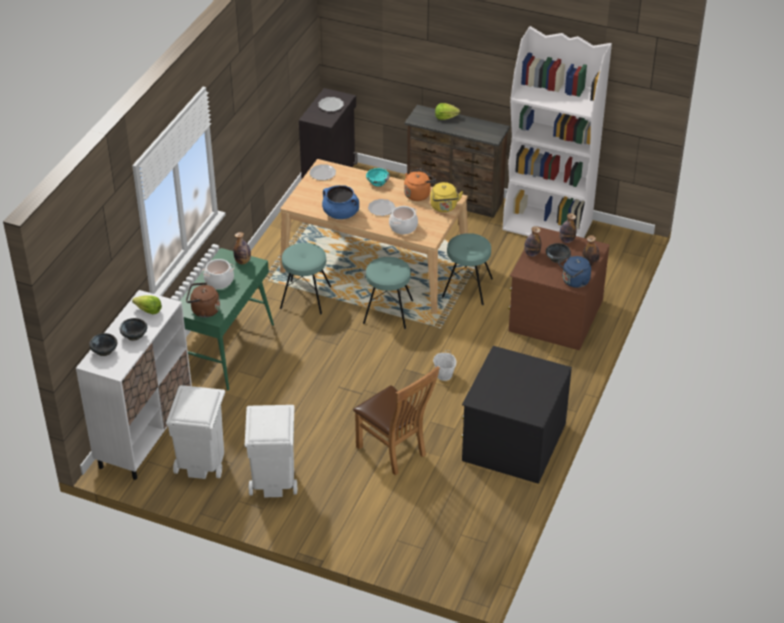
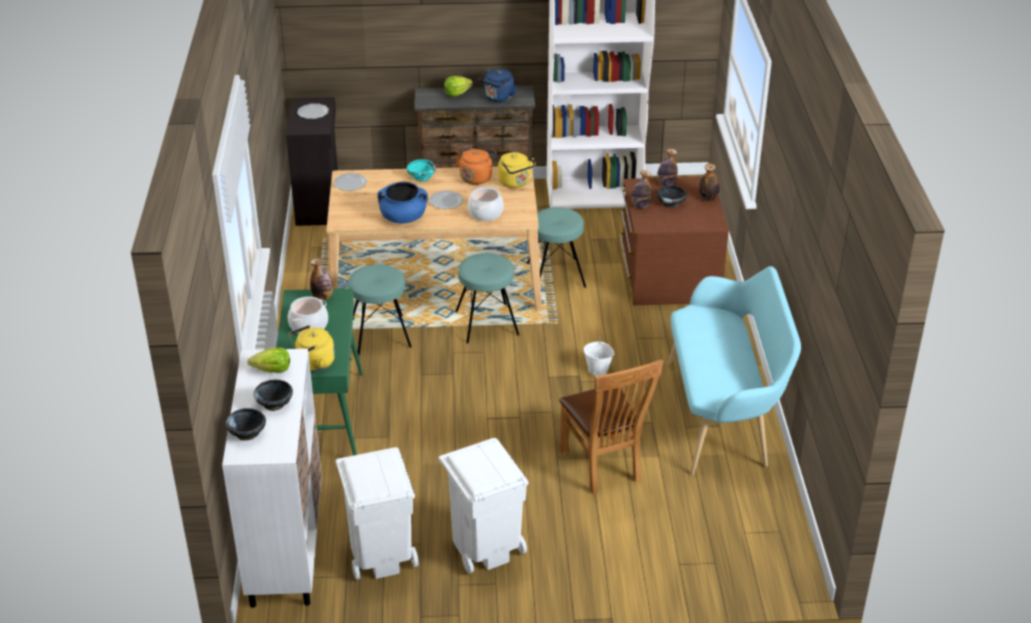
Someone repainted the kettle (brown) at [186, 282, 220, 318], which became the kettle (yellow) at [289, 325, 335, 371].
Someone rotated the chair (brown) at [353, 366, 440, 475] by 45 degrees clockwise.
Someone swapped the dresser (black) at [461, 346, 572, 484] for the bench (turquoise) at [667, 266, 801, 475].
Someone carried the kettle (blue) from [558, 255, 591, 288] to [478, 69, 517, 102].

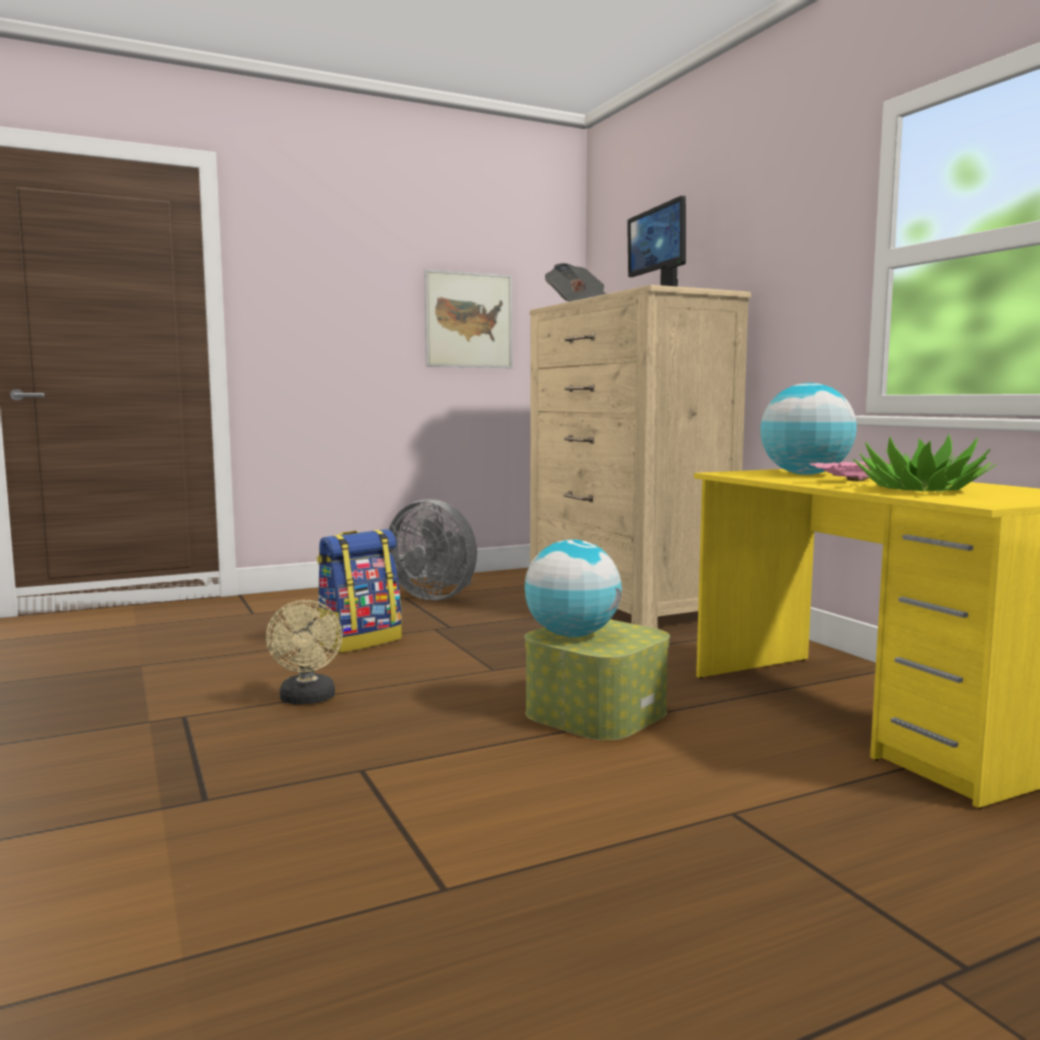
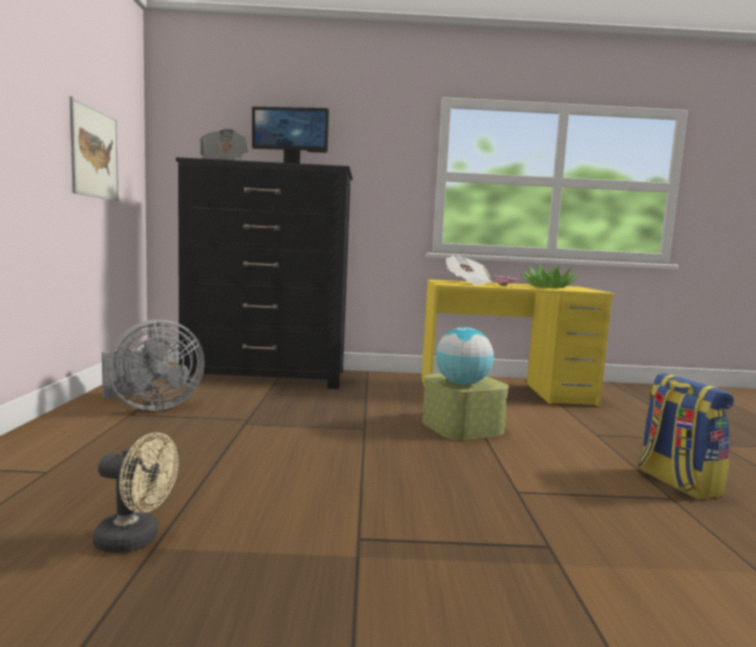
Someone carried the fan (beige) from [266, 600, 343, 705] to [93, 432, 179, 553].
Someone carried the backpack from [317, 529, 402, 653] to [638, 373, 734, 499].
Someone repainted the dresser (beige) at [529, 285, 751, 629], which became the dresser (black) at [176, 157, 353, 389].
Someone swapped the globe at [760, 383, 857, 475] for the newspaper at [445, 255, 492, 285].

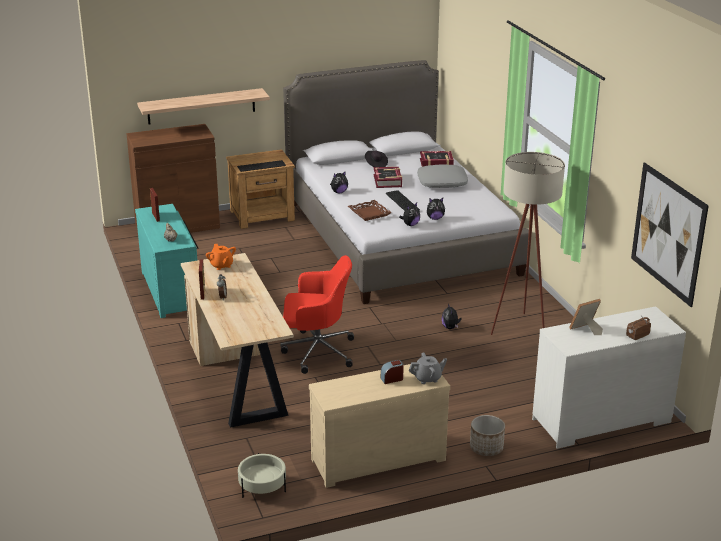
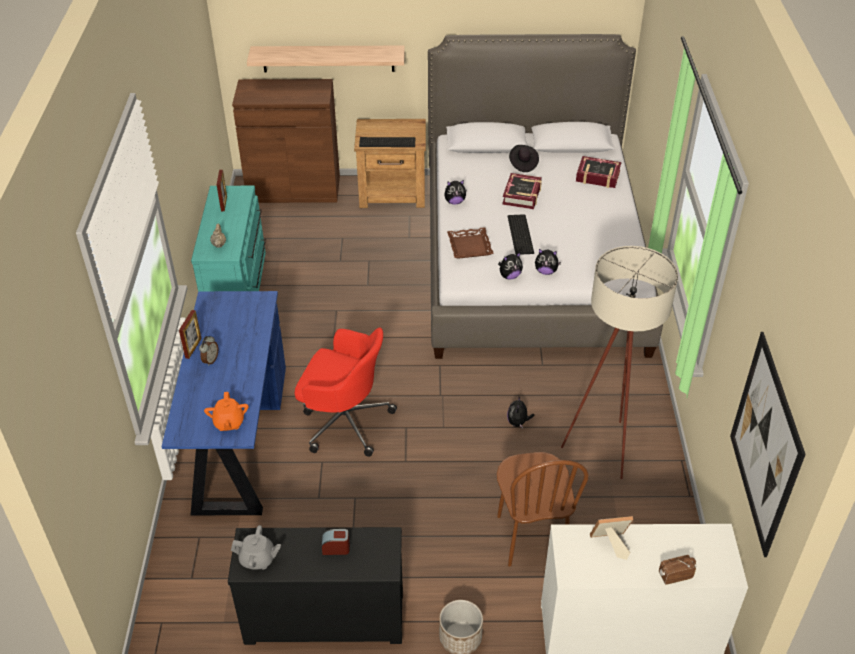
Someone repainted the desk (beige) at [181, 253, 294, 428], which became the desk (blue) at [161, 291, 286, 515].
Someone carried the teapot (orange) from [206, 244, 236, 270] to [204, 392, 248, 431].
Someone took away the planter (beige) at [238, 453, 286, 498].
Someone repainted the dresser (beige) at [309, 364, 450, 488], which became the dresser (black) at [228, 527, 403, 645].
Someone carried the teapot (grey) from [409, 352, 447, 384] to [231, 525, 281, 570].
Someone took away the pillow (grey) at [417, 164, 468, 188].
Someone put down the chair (brown) at [497, 452, 588, 567].

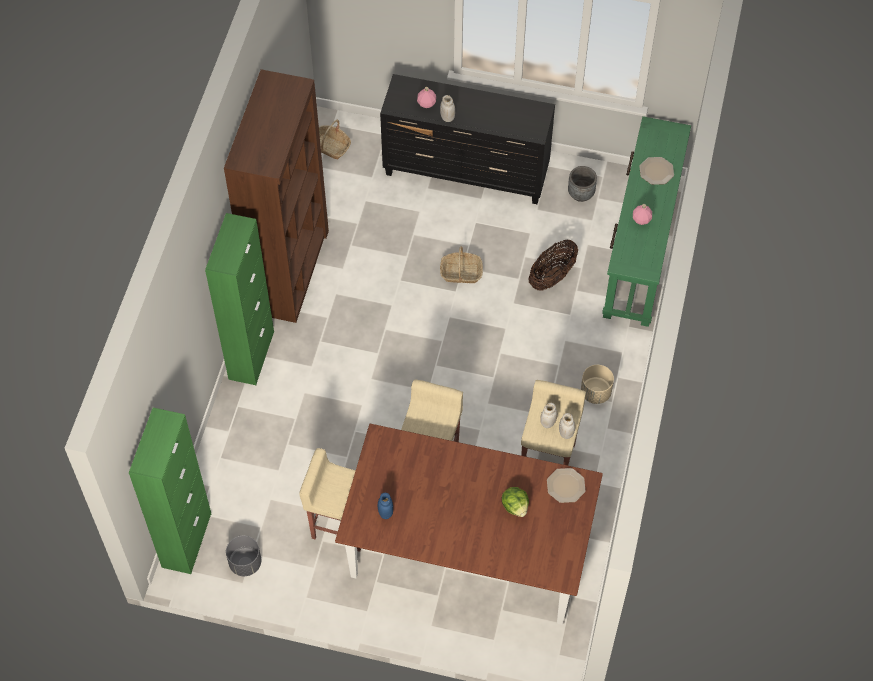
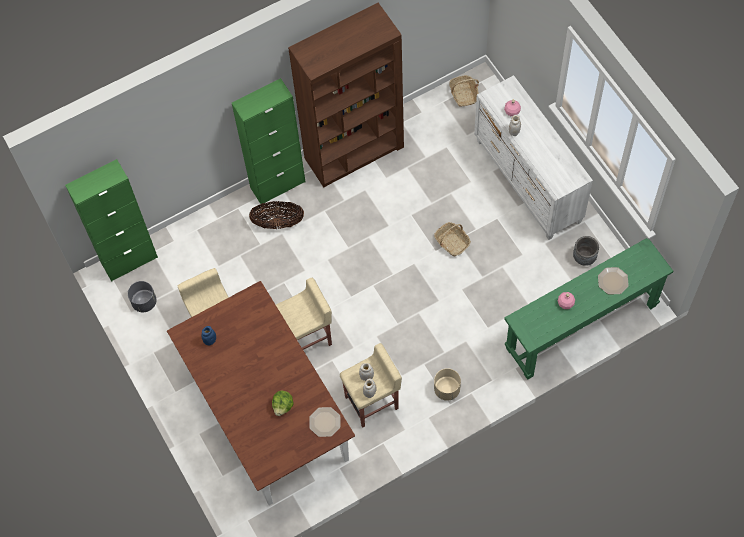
Someone repainted the dresser (black) at [380, 74, 555, 204], which became the dresser (white) at [474, 75, 593, 240].
Someone carried the basket from [528, 240, 578, 291] to [249, 201, 304, 229].

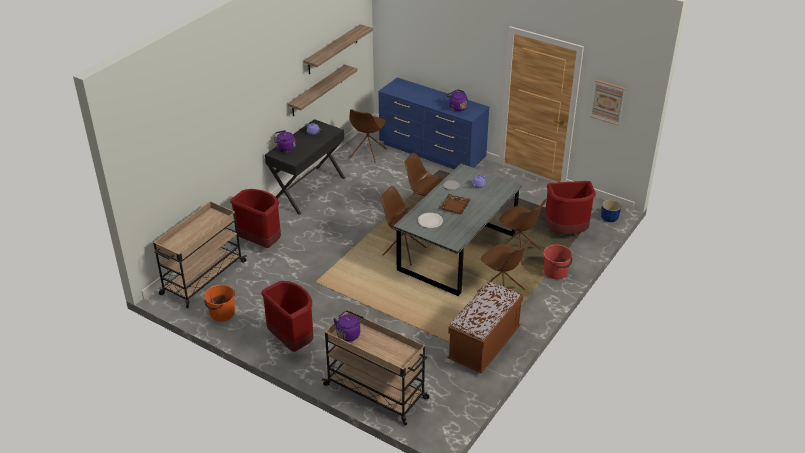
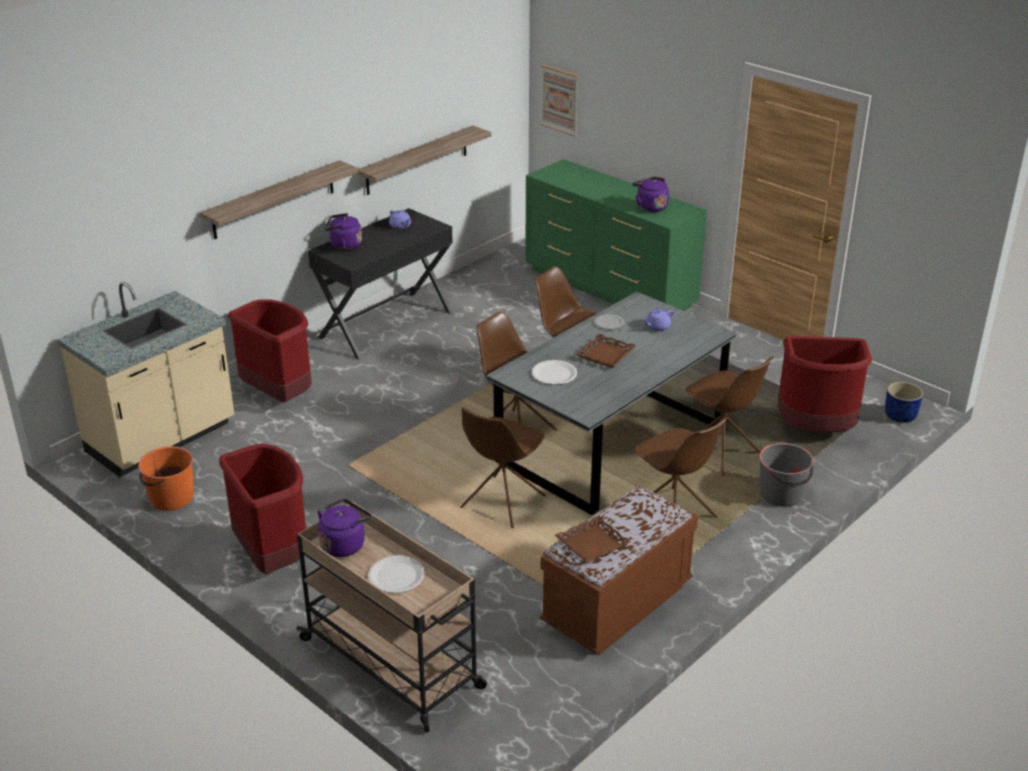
Someone swapped the cart (beige) at [153, 201, 247, 308] for the counter (beige) at [57, 282, 234, 477].
Someone carried the shelf from [304, 24, 373, 74] to [200, 160, 359, 239].
Someone carried the chair (brown) from [350, 109, 387, 163] to [460, 407, 546, 528].
Someone repainted the dresser (blue) at [379, 77, 489, 169], which became the dresser (green) at [525, 159, 707, 311].
Someone repainted the bucket (red) at [543, 244, 572, 279], which became the bucket (grey) at [759, 443, 814, 507].
Someone carried the picture from [590, 80, 625, 126] to [540, 65, 579, 136].
Someone put down the plate (white) at [368, 555, 425, 593].
Someone put down the tray (brown) at [555, 515, 631, 563].

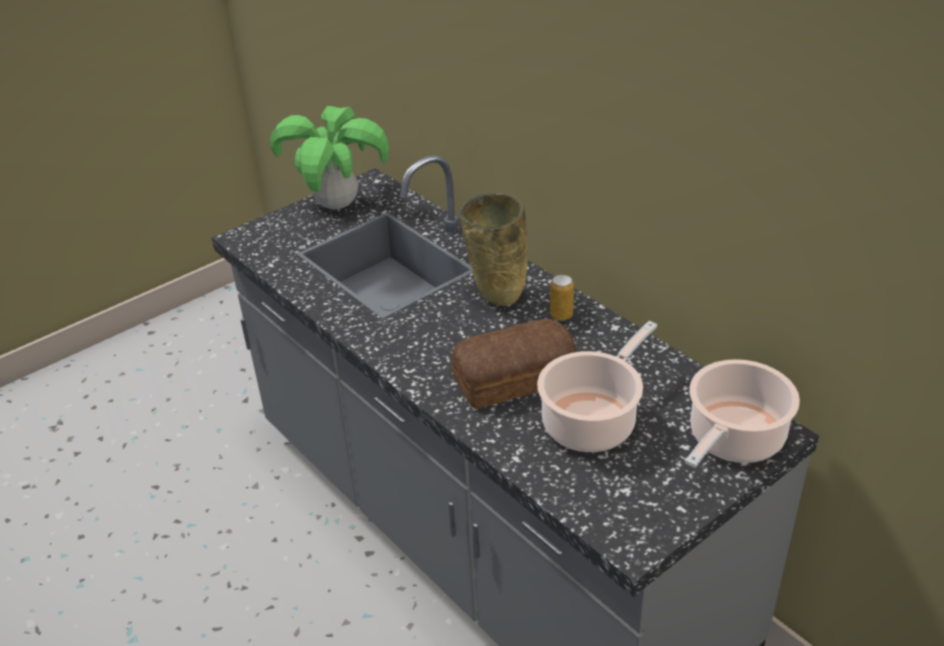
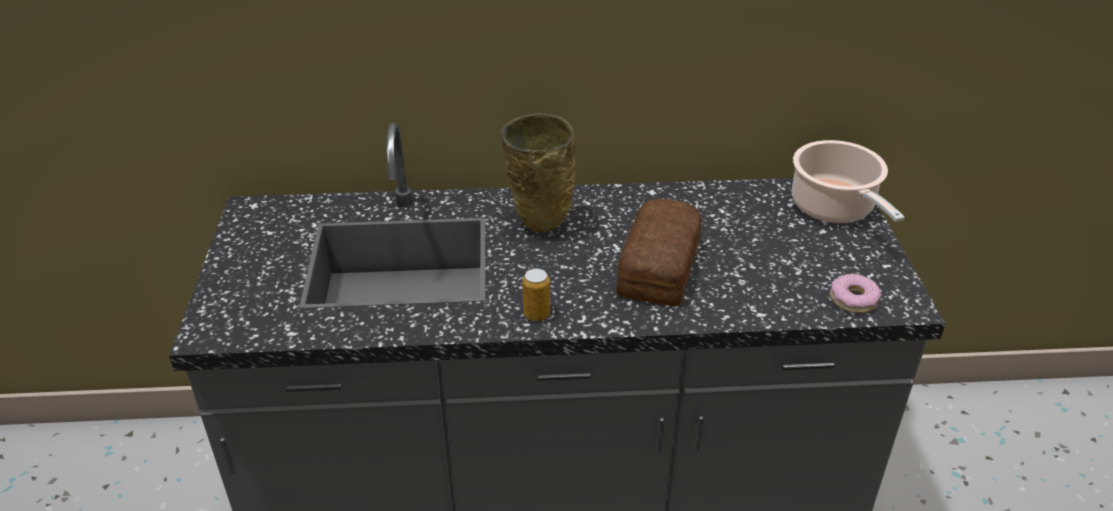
Someone took away the potted plant at [270, 106, 389, 209].
Someone took away the cooking pot at [537, 321, 657, 452].
Someone carried the can from [550, 275, 574, 321] to [522, 268, 550, 321].
Someone put down the donut at [830, 274, 881, 313].

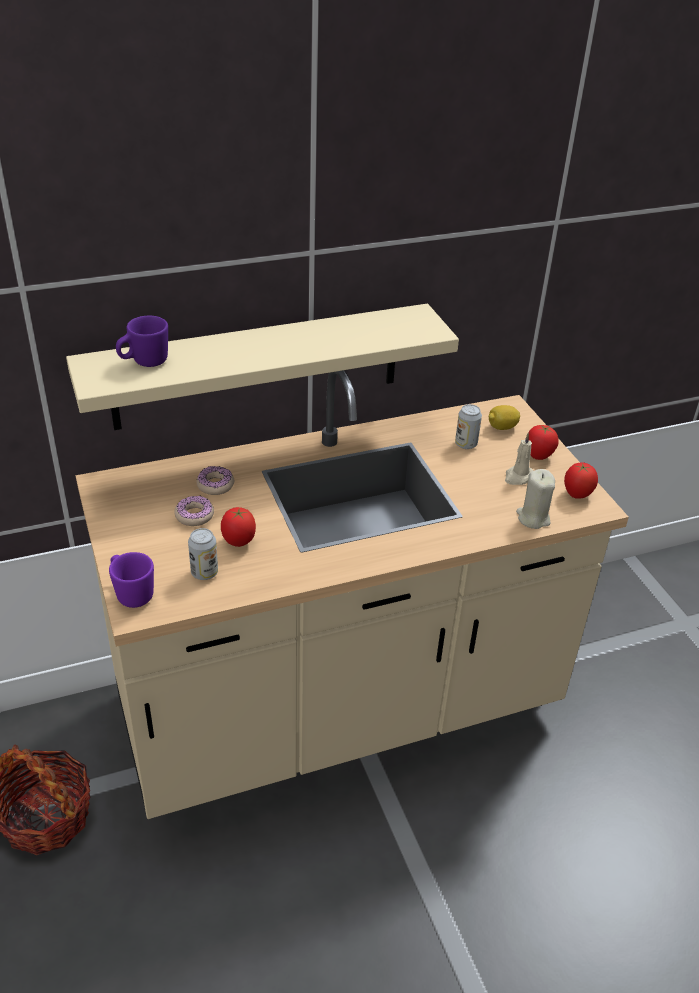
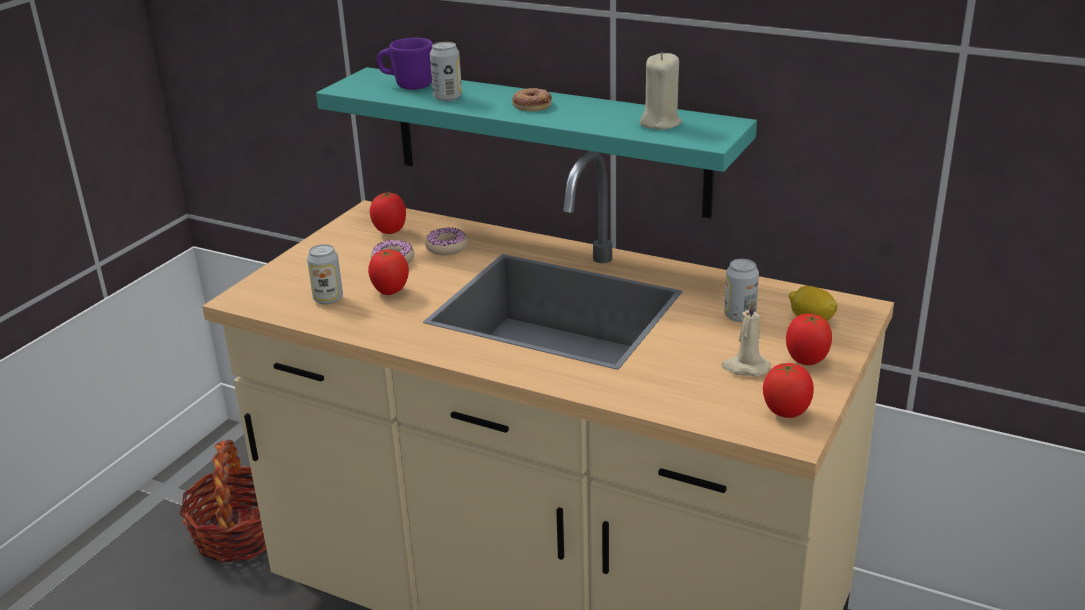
Someone repainted the shelf (beige) at [66, 304, 459, 430], which became the shelf (turquoise) at [316, 67, 757, 219].
Someone took away the mug (purple) at [109, 552, 154, 608].
Someone carried the candle (beige) from [516, 469, 555, 529] to [639, 52, 682, 130].
Someone put down the tomato at [370, 192, 406, 234].
Someone put down the can at [430, 42, 462, 101].
Someone put down the donut at [512, 88, 552, 111].

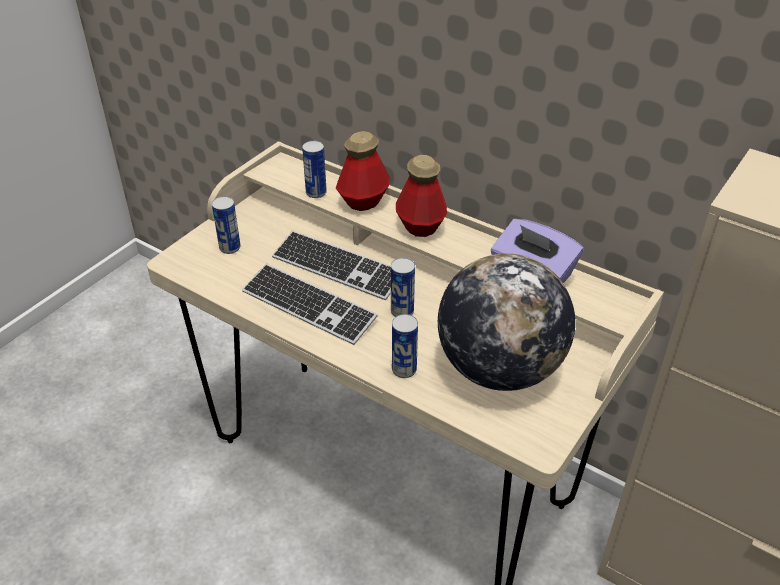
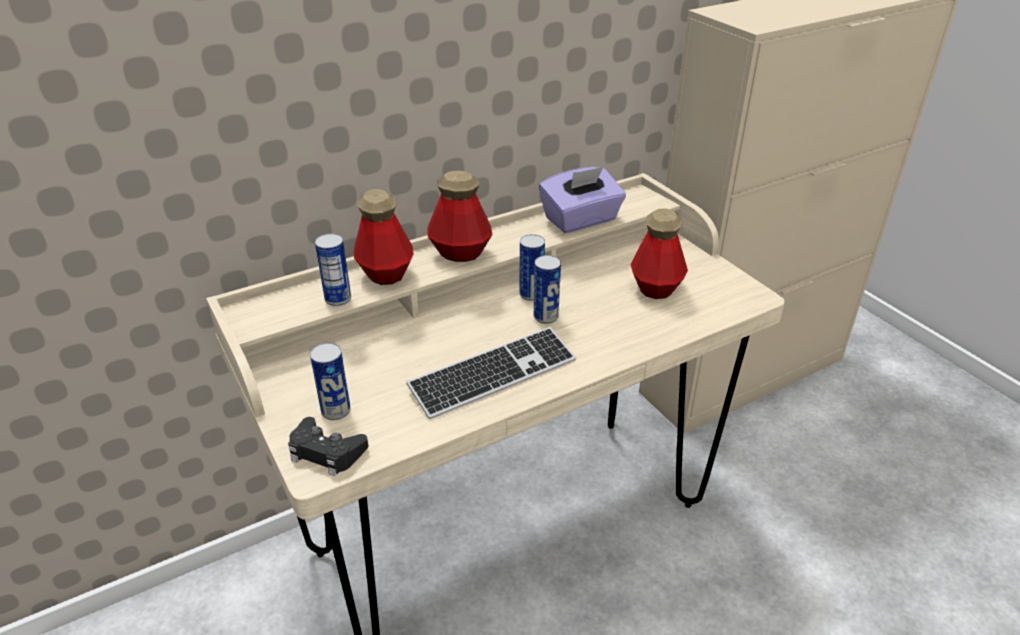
Someone took away the keyboard at [272, 230, 391, 300].
Someone carried the can from [392, 314, 418, 378] to [519, 234, 545, 301].
Someone swapped the globe at [438, 254, 575, 391] for the bottle at [630, 208, 688, 299].
Someone put down the game controller (black) at [288, 417, 368, 476].

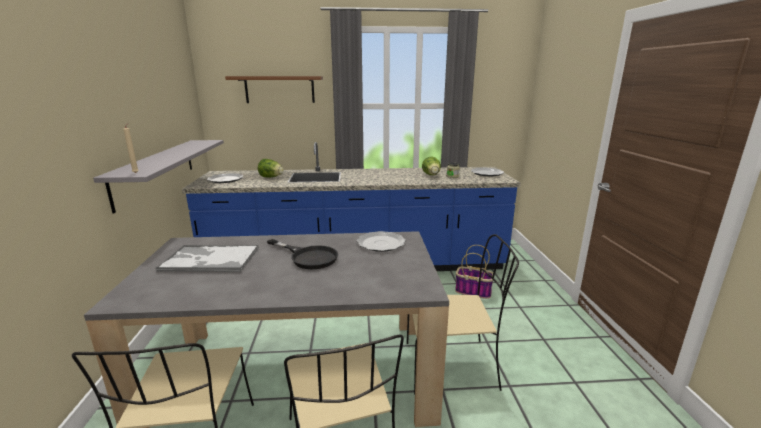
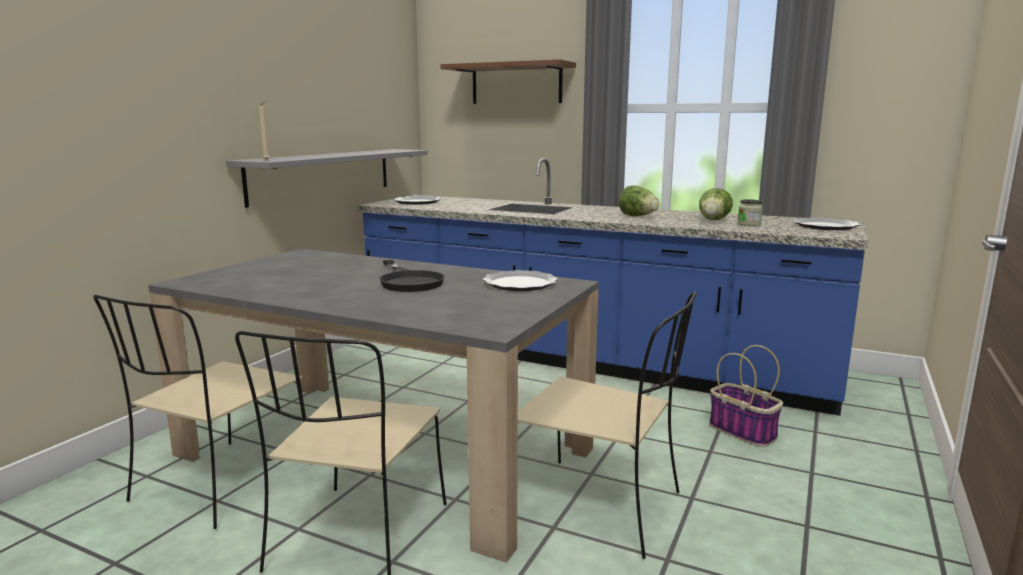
Someone took away the tray at [156, 245, 259, 272].
Someone carried the lettuce from [258, 159, 284, 178] to [619, 185, 659, 216].

